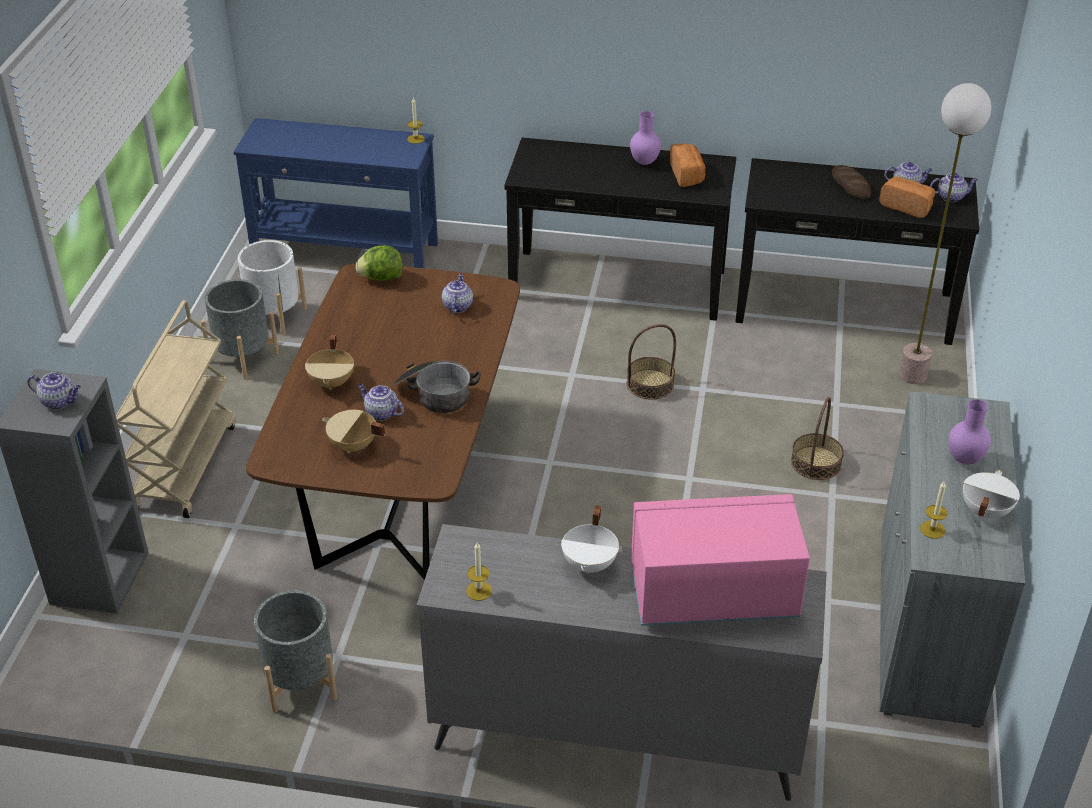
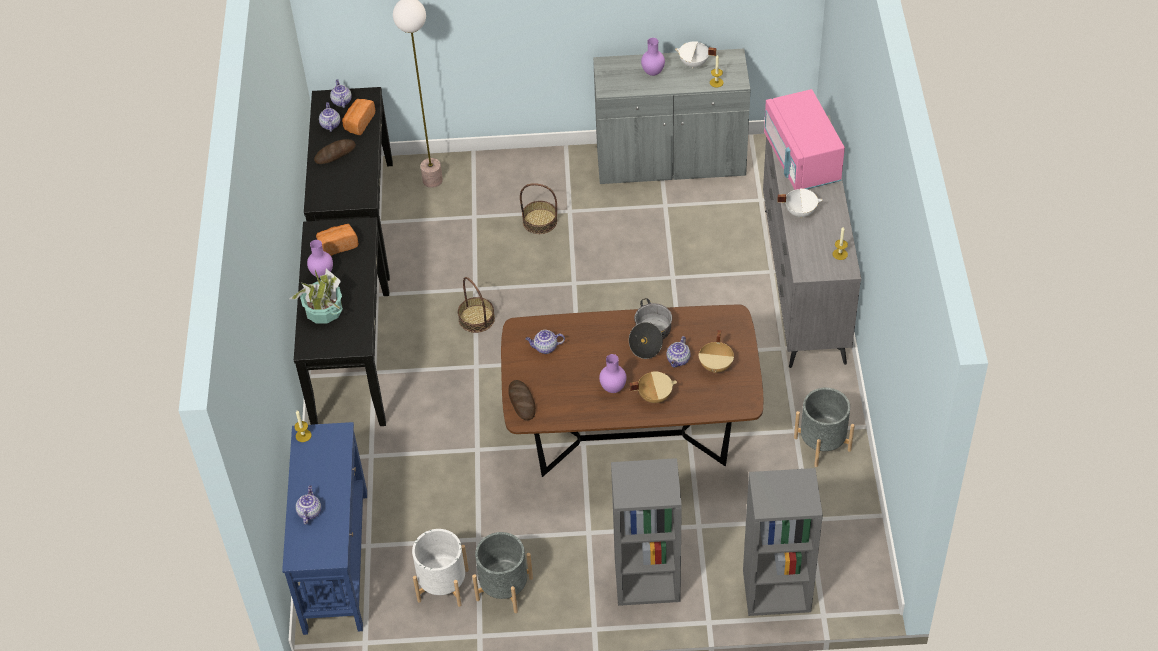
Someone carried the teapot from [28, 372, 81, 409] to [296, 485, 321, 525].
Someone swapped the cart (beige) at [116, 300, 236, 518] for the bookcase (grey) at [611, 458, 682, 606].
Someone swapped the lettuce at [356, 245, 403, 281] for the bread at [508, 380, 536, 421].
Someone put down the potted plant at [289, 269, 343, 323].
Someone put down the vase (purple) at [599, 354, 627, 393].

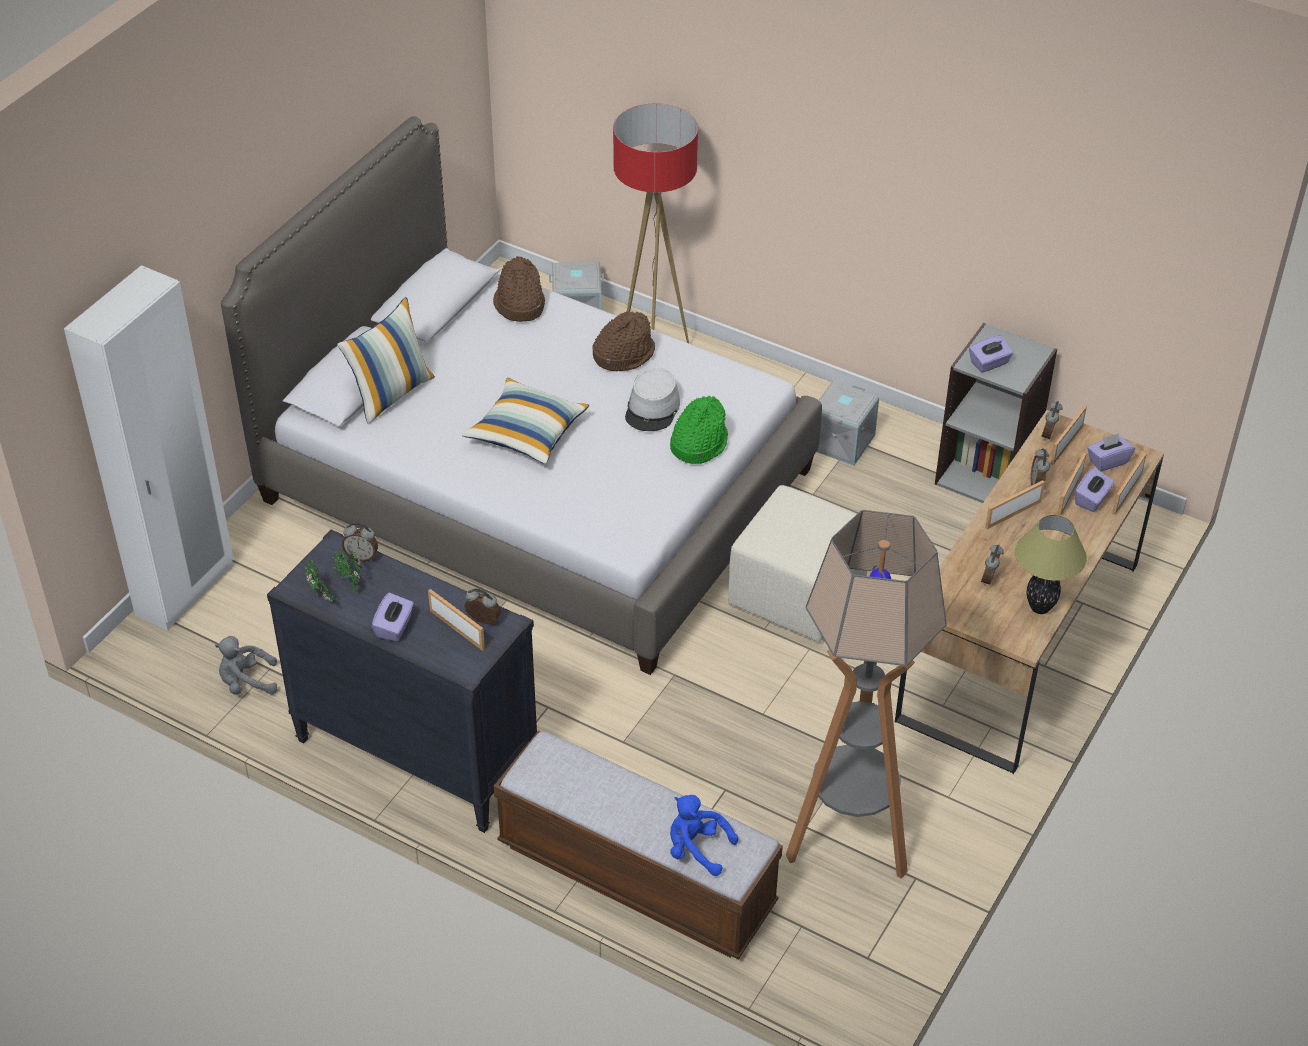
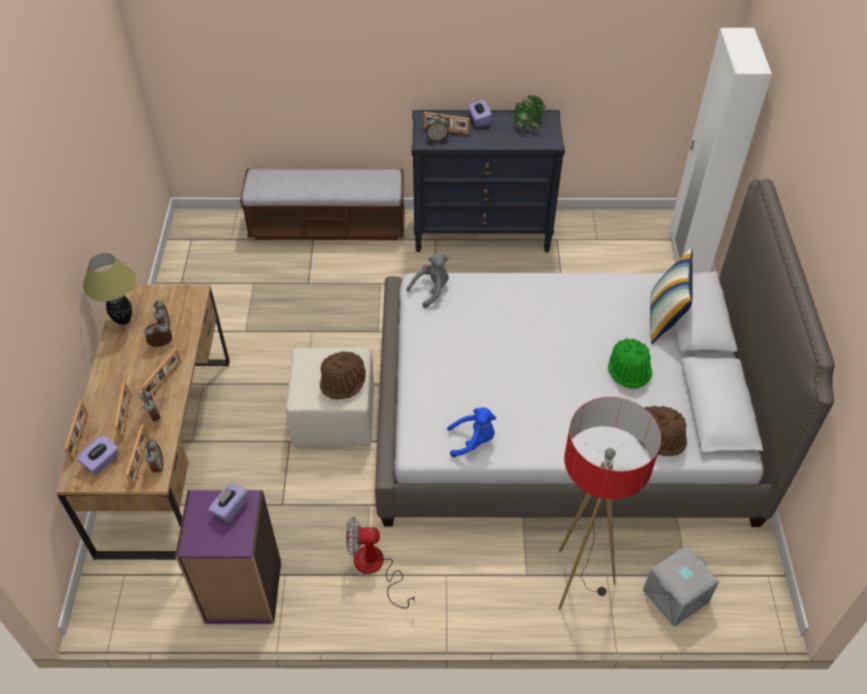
Someone carried the plush toy (grey) from [215, 636, 278, 695] to [406, 253, 449, 308].
Someone carried the alarm clock from [342, 522, 378, 562] to [145, 323, 172, 347].
Someone took away the pillow at [462, 378, 589, 464].
Someone carried the hat (brown) from [593, 311, 655, 371] to [320, 351, 366, 400].
Someone took away the hat (grey) at [625, 368, 680, 431].
Someone carried the hat (green) from [670, 396, 728, 464] to [608, 338, 652, 388].
Someone carried the plush toy (blue) from [670, 795, 738, 876] to [447, 407, 496, 457].
Someone took away the floor lamp at [786, 510, 947, 878].
Someone swapped the storage box (grey) at [817, 381, 879, 466] for the fan at [346, 517, 415, 608].
Someone repainted the bookcase (grey) at [935, 323, 1057, 503], which became the bookcase (purple) at [175, 490, 281, 624].
Someone took away the tissue box (purple) at [1075, 467, 1114, 512].

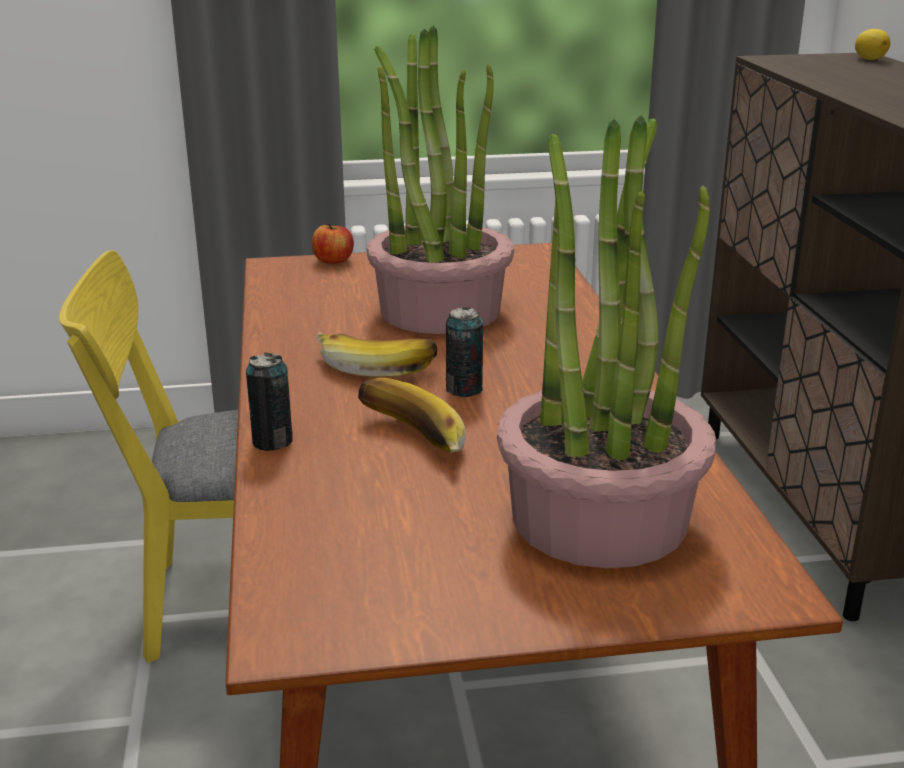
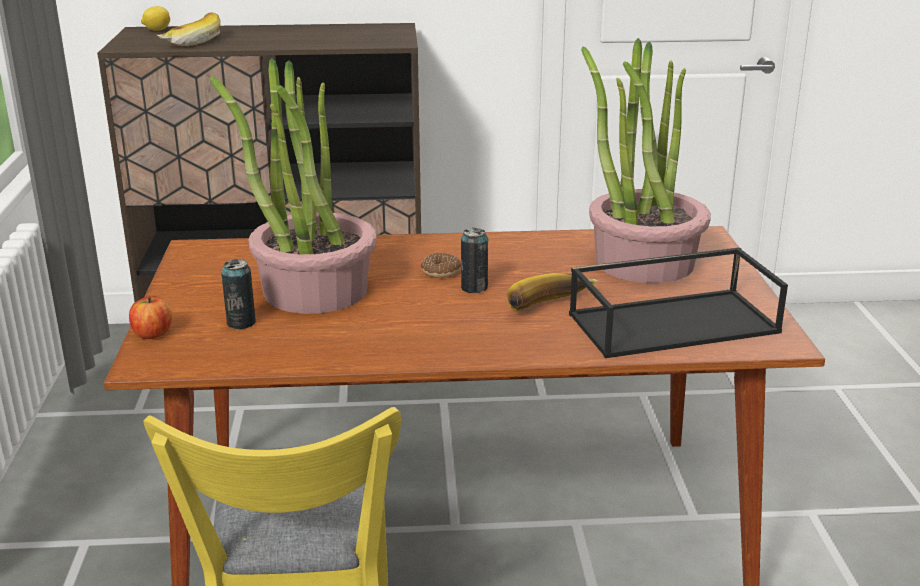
Someone carried the can from [246, 353, 293, 451] to [221, 259, 256, 329].
Someone carried the banana from [316, 332, 437, 377] to [157, 12, 220, 46].
Someone put down the donut at [421, 253, 461, 278].
Someone put down the tray (black) at [569, 247, 788, 358].

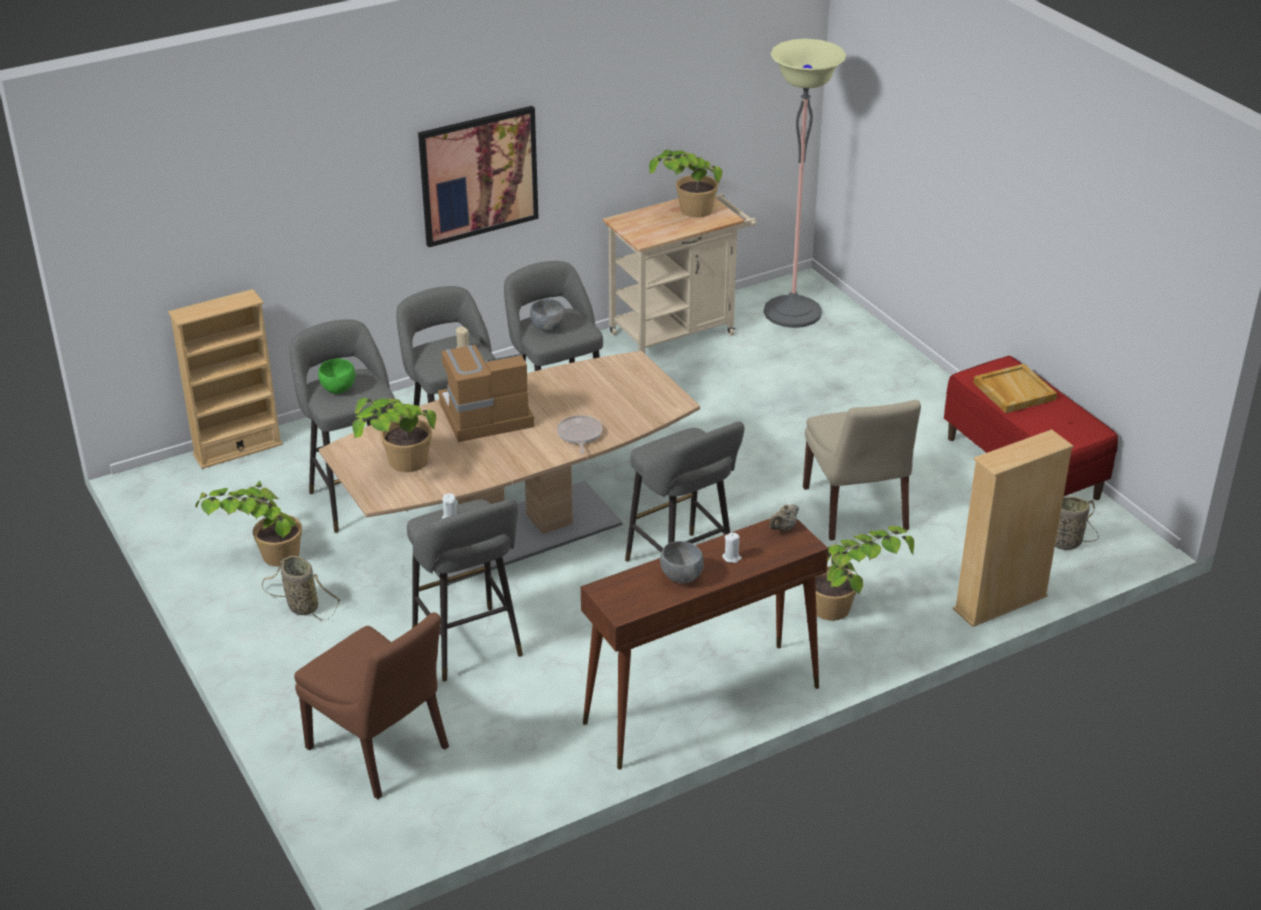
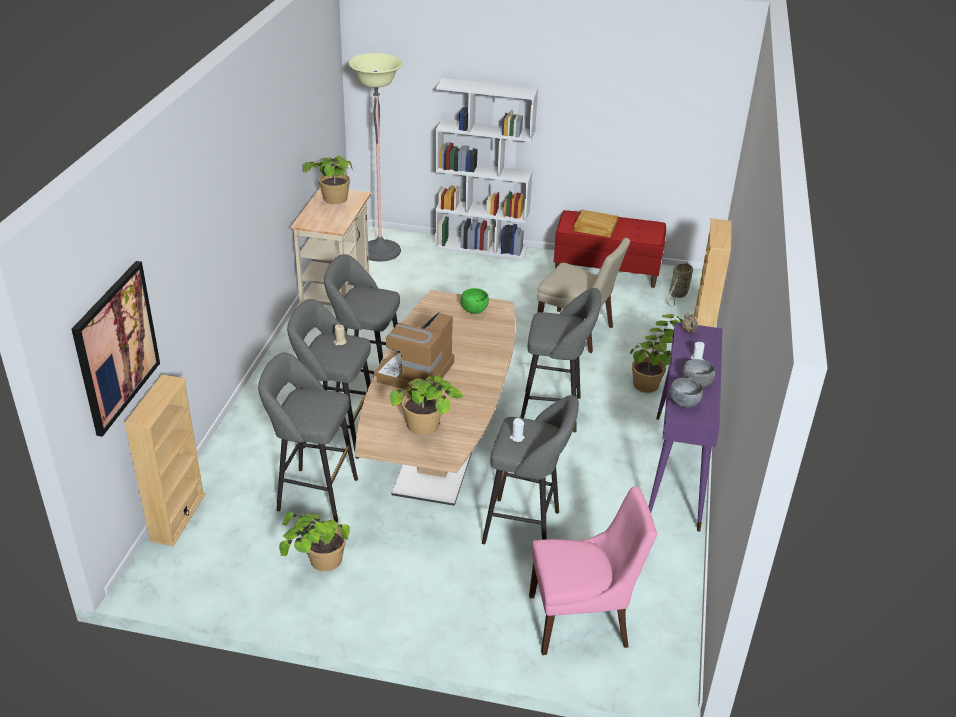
Someone took away the basket at [262, 556, 340, 620].
Someone repainted the chair (brown) at [294, 612, 449, 799], which became the chair (pink) at [529, 487, 657, 655].
Someone carried the bowl (green) from [318, 359, 355, 394] to [461, 288, 489, 314].
Someone carried the picture from [418, 106, 539, 247] to [72, 261, 160, 437].
Someone carried the bowl (grey) from [530, 299, 565, 332] to [669, 378, 703, 408].
Someone took away the frying pan at [557, 415, 602, 454].
Someone repainted the console table (brown) at [581, 519, 828, 769], which became the console table (purple) at [648, 322, 723, 532].
Someone put down the bookcase (white) at [435, 78, 538, 260].

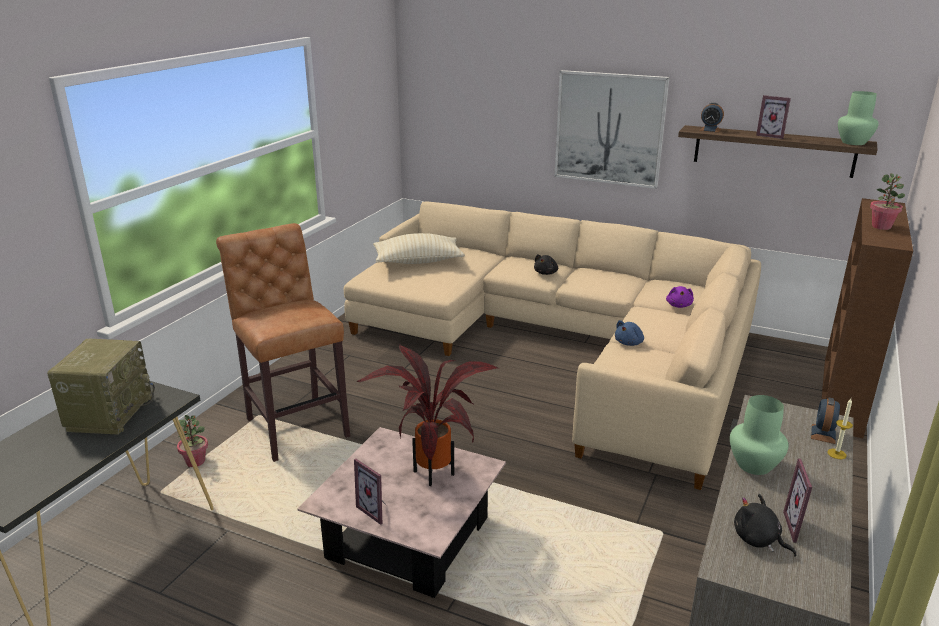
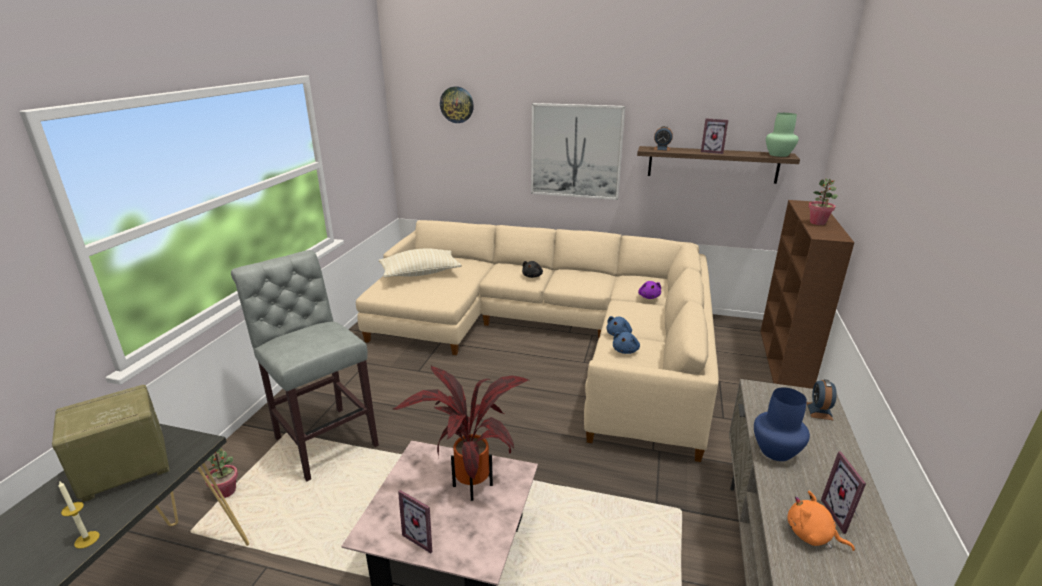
Someone rotated the radio at [47, 339, 155, 435] by 120 degrees counterclockwise.
Someone repainted the stool (brown) at [216, 223, 350, 462], which became the stool (grey) at [231, 250, 379, 481].
Someone repainted the vase (green) at [730, 395, 789, 475], which became the vase (blue) at [754, 387, 810, 461].
Someone repainted the plush toy (black) at [734, 494, 797, 557], which became the plush toy (orange) at [787, 491, 855, 551].
Someone carried the candle from [827, 398, 853, 459] to [59, 481, 100, 549].
Someone put up the wall clock at [440, 86, 474, 123].
Someone put down the plush toy (blue) at [613, 332, 640, 354].

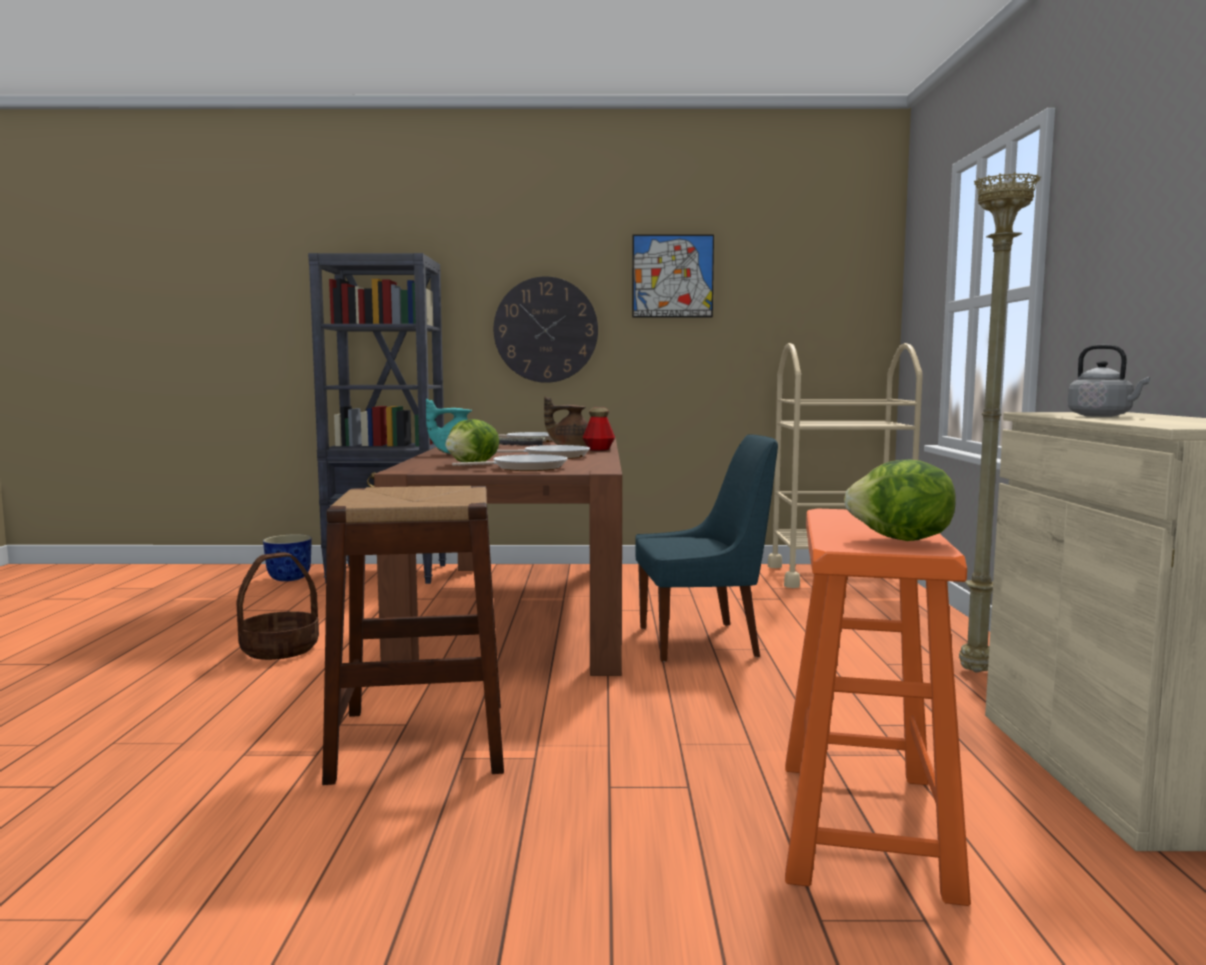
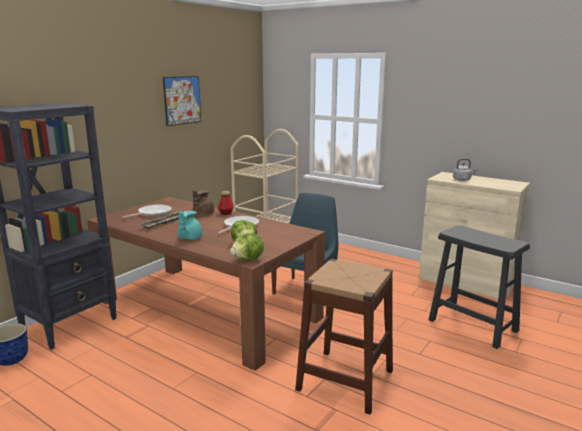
Someone took away the basket at [236, 552, 319, 660].
Someone took away the frying pan at [452, 454, 568, 471].
Someone took away the wall clock at [494, 277, 598, 383].
Someone repainted the stool (orange) at [785, 509, 971, 906], which became the stool (black) at [428, 225, 530, 349].
Someone carried the lettuce from [844, 459, 956, 541] to [230, 233, 264, 261].
Someone took away the floor lamp (beige) at [959, 172, 1041, 673].

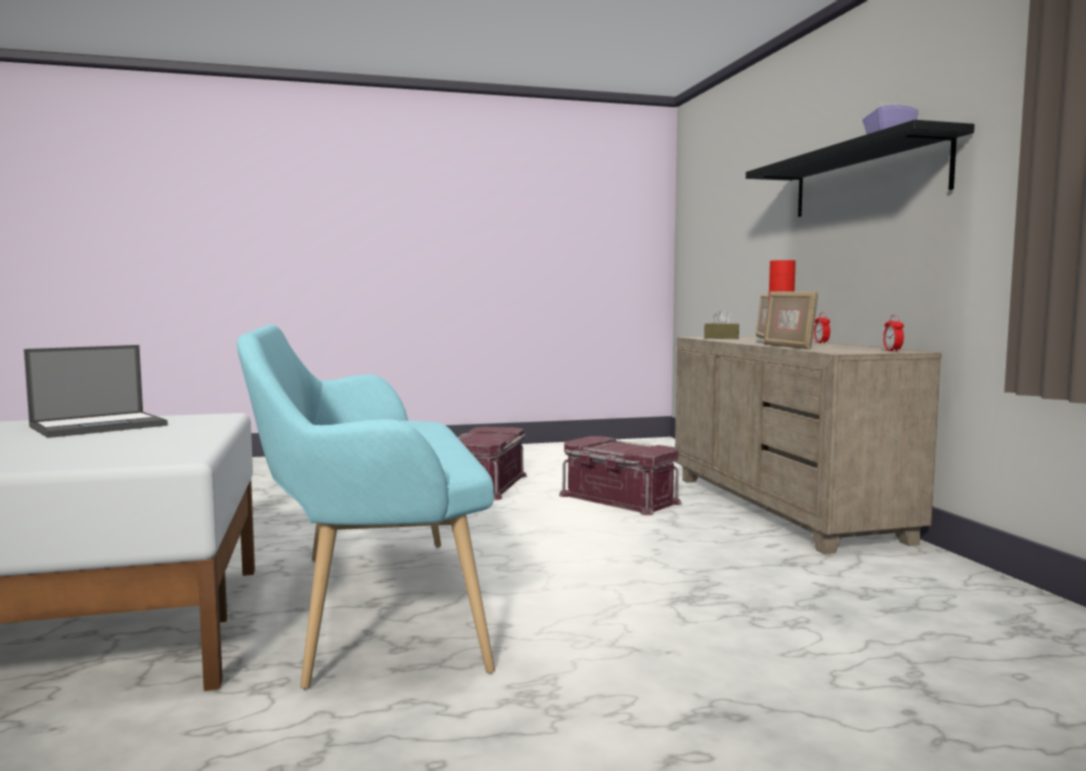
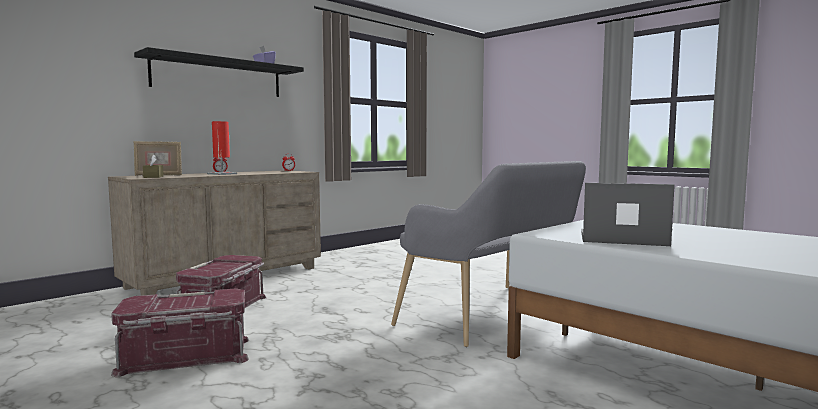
Someone repainted the bench (turquoise) at [237, 325, 495, 689], which became the bench (grey) at [391, 161, 586, 347].
Someone took away the picture frame at [764, 291, 818, 349].

